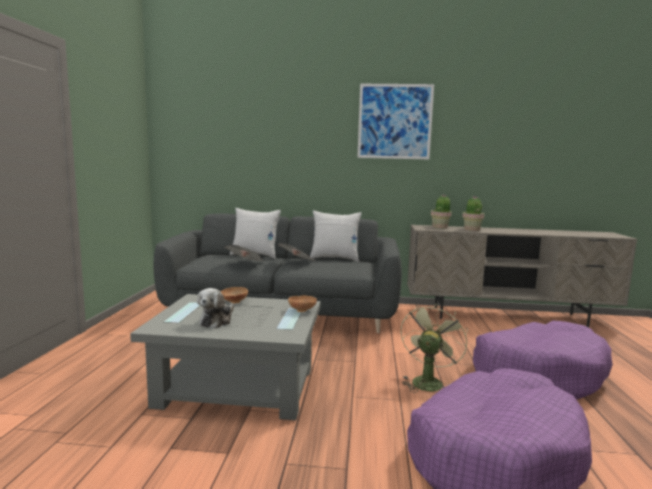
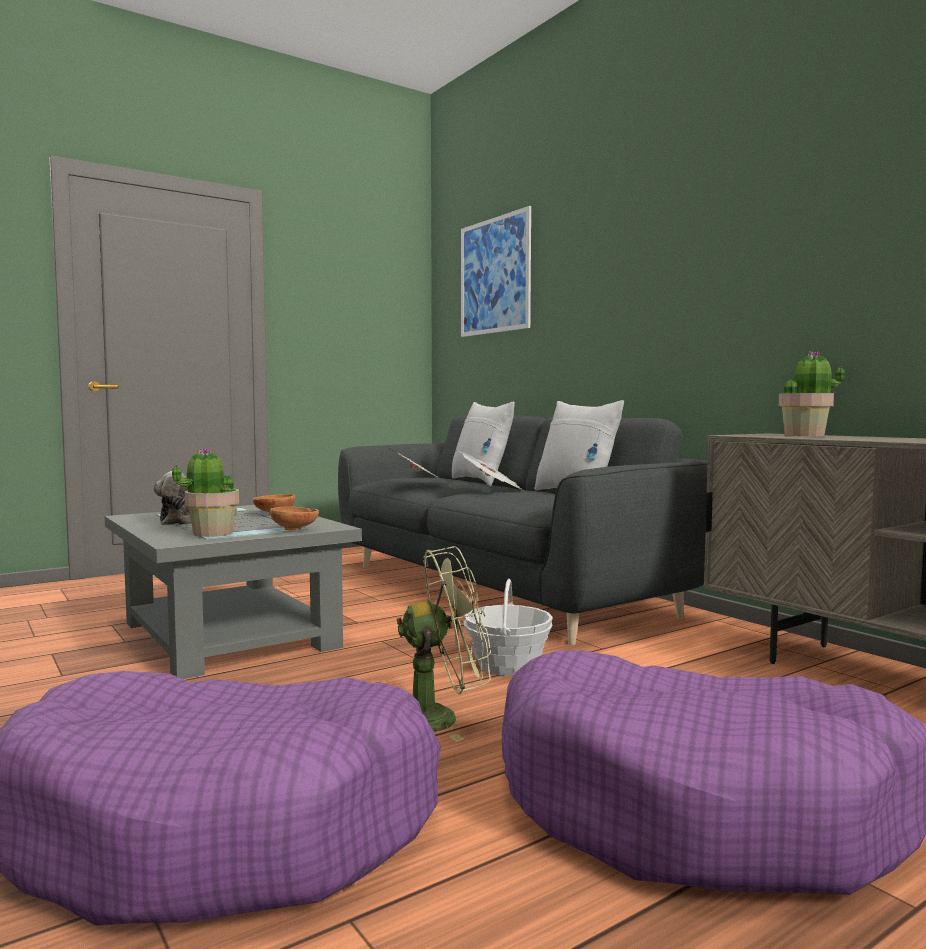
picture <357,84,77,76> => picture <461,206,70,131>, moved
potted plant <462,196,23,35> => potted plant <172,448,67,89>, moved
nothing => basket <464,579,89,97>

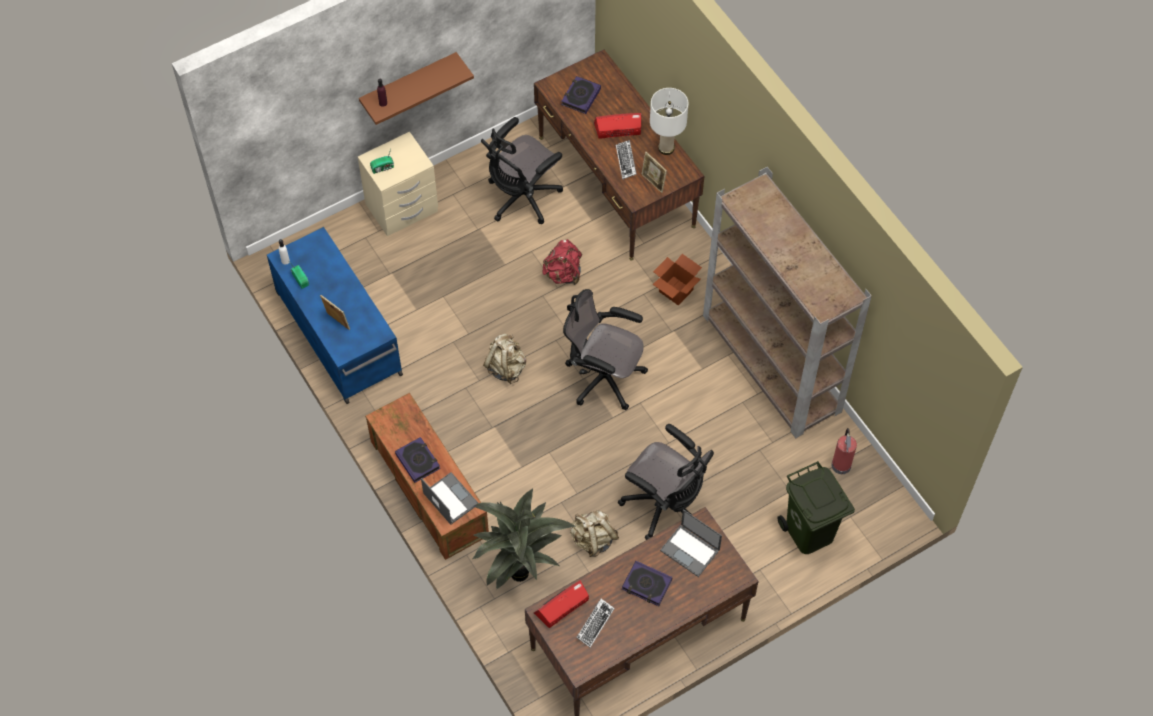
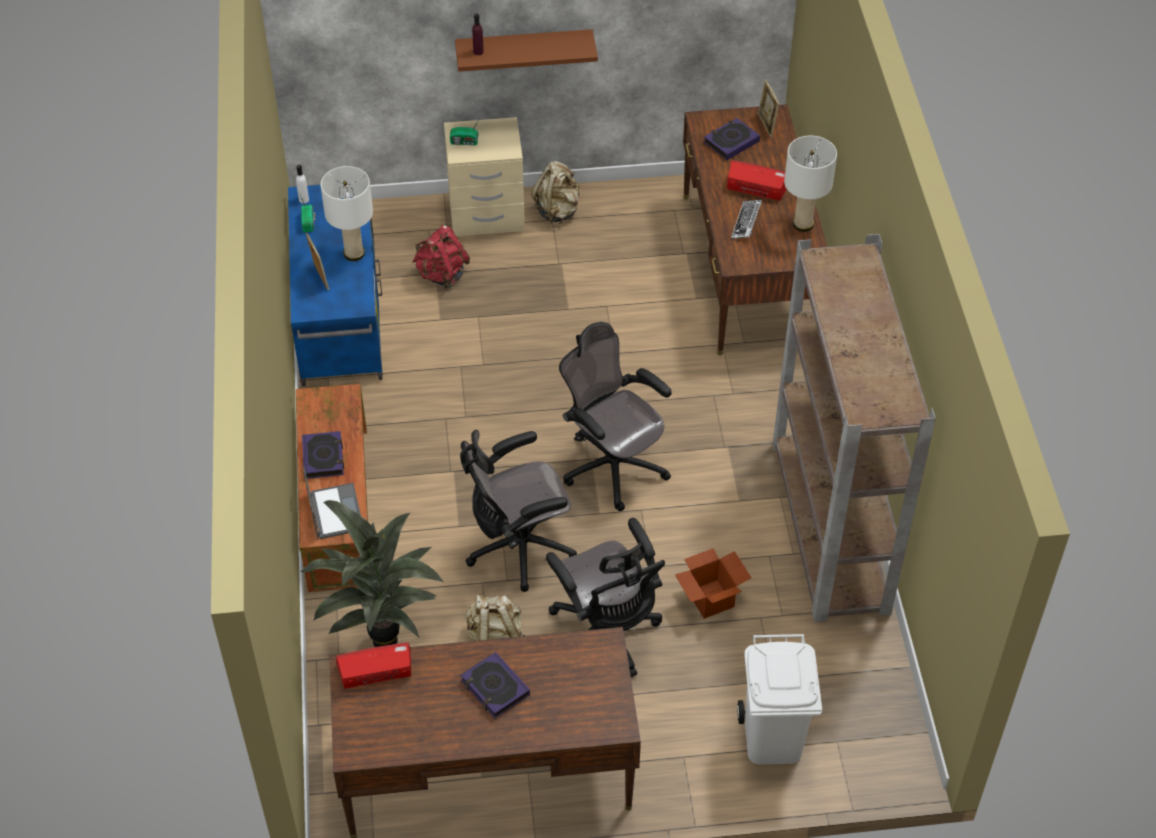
office chair <481,117,82,107> => office chair <460,430,117,162>, moved
picture frame <642,152,25,41> => picture frame <758,79,21,58>, moved
red backpack <542,239,40,46> => red backpack <412,225,58,64>, moved
cardboard box <653,254,49,51> => cardboard box <675,548,76,71>, moved
beige backpack <483,334,43,50> => beige backpack <531,161,48,63>, moved
fire extinguisher <831,428,26,46> => nothing
green trash can <777,461,78,93> => white trash can <737,634,85,130>
laptop <660,509,62,68> => nothing
keyboard <576,599,39,49> => nothing
nothing => white table lamp <321,166,52,95>

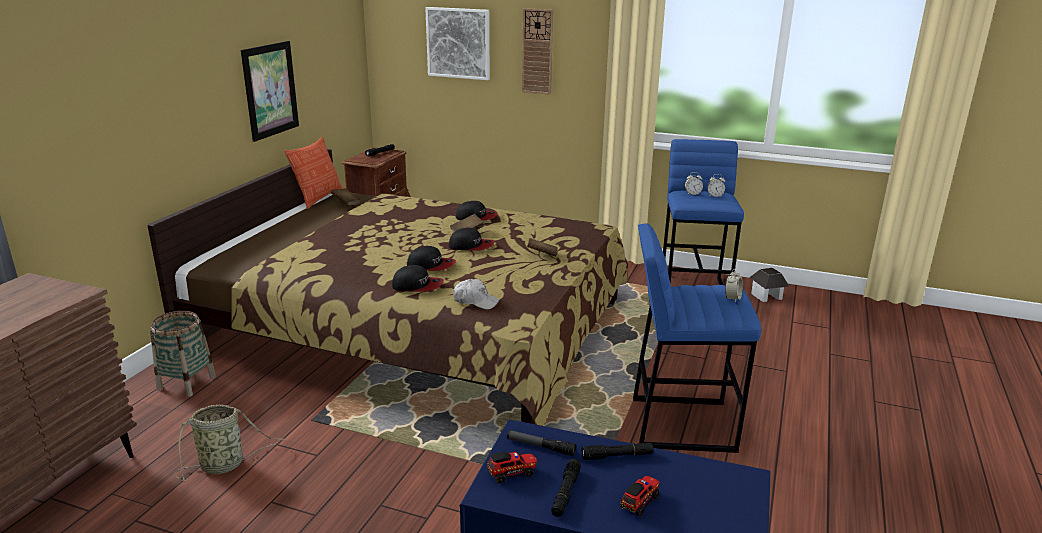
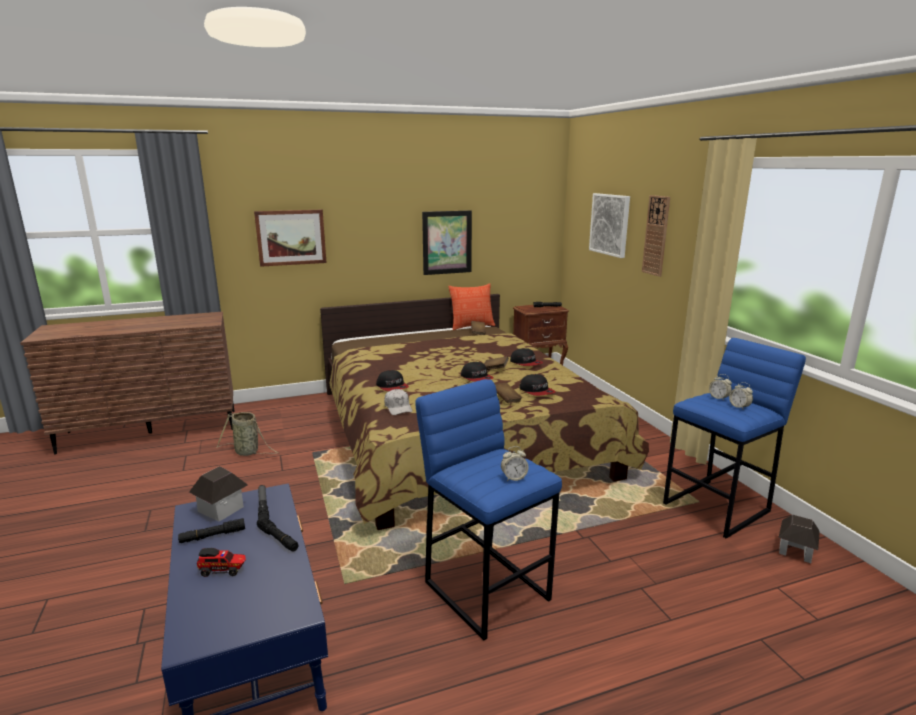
cap <407,246,49,25> => cap <520,374,36,22>, moved
basket <150,311,66,86> => nothing
toy truck <487,452,50,32> => toy house <189,466,59,55>
nothing => picture <254,210,73,57>

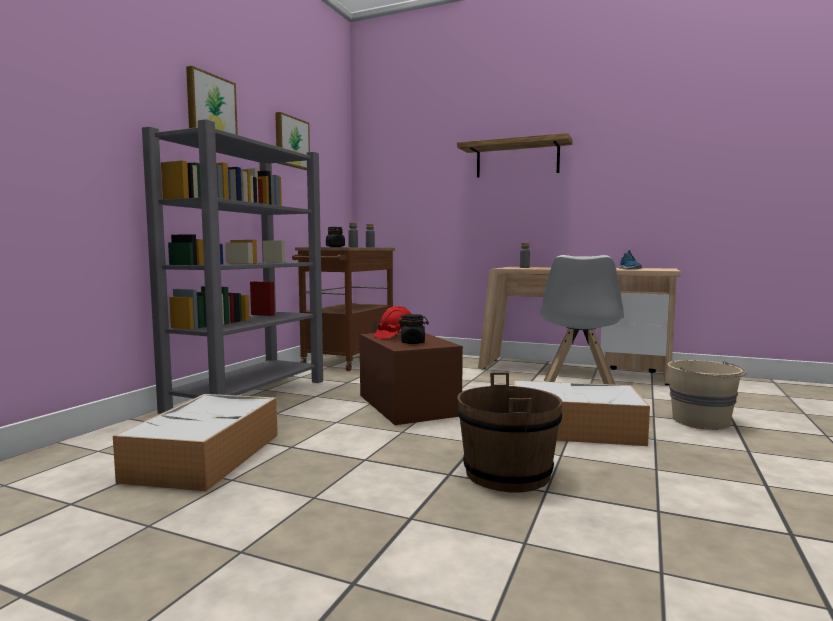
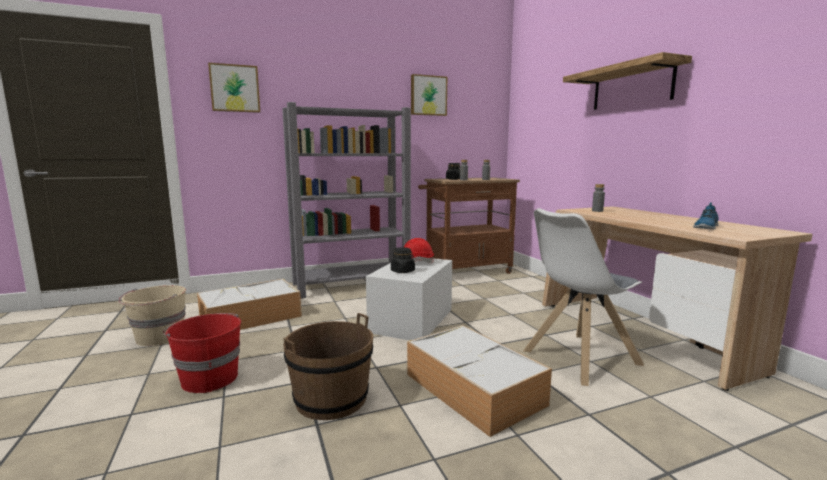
picture <186,66,52,69> => picture <208,63,52,50>, moved
brown storage box <360,333,103,92> => white storage box <366,258,86,82>
beige bucket <667,360,80,70> => beige bucket <119,285,67,61>, moved
nothing => red bucket <163,313,78,80>

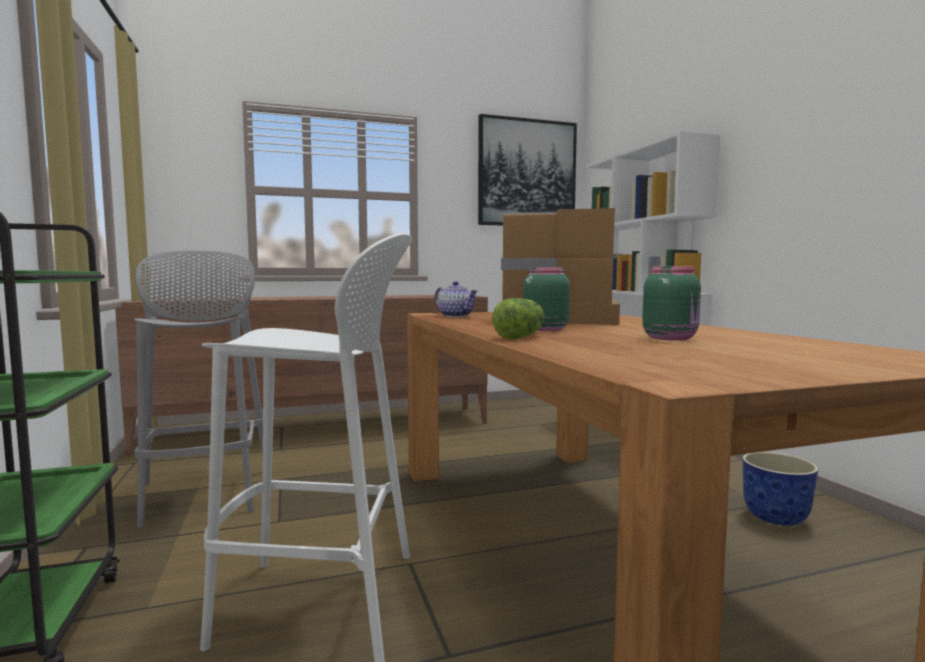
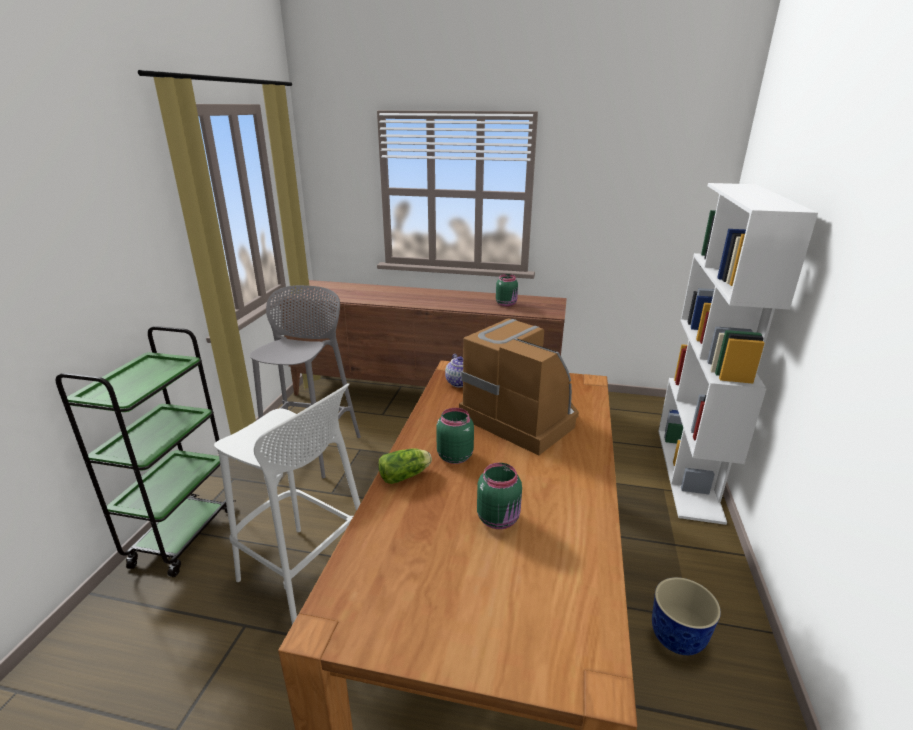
picture <478,114,99,112> => nothing
nothing => green jar <496,274,22,33>

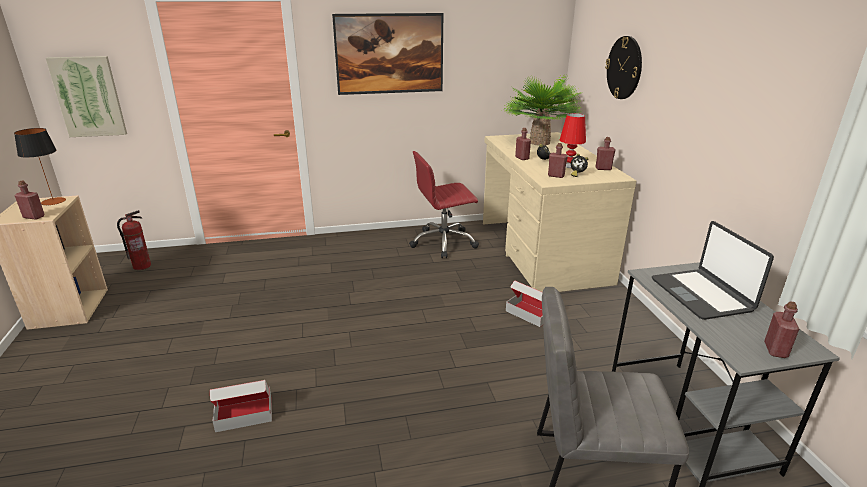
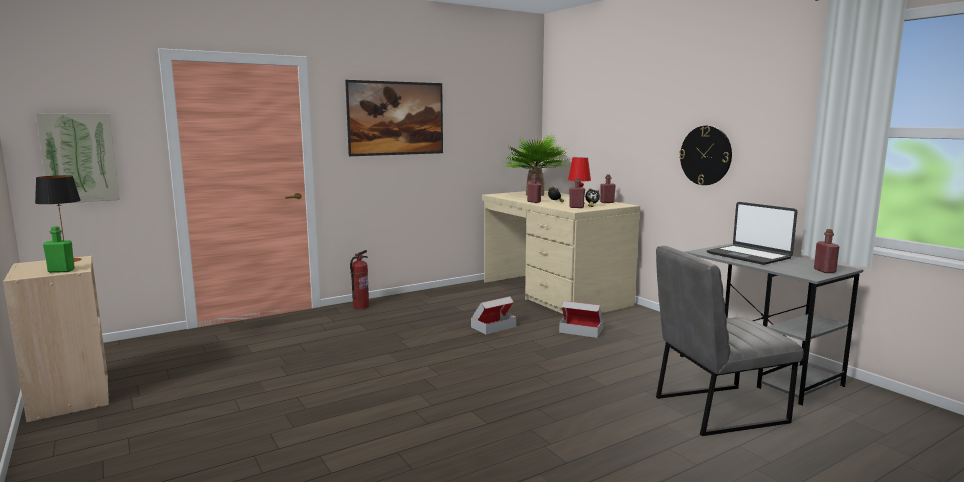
wall clock <605,36,37,63> => wall clock <679,126,53,59>, moved
red office chair <409,151,70,107> => nothing
red bottle <15,181,30,39> => green bottle <43,226,32,47>
fire extinguisher <117,210,34,60> => fire extinguisher <350,250,19,59>, moved
cardboard box <210,380,62,52> => cardboard box <471,296,45,39>, moved

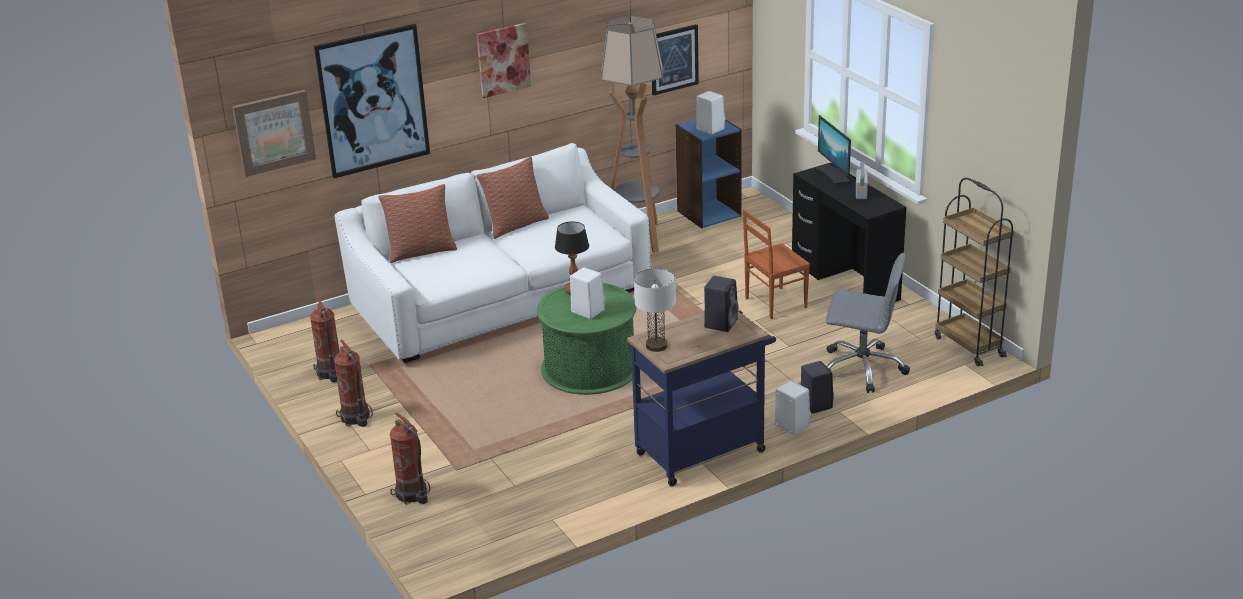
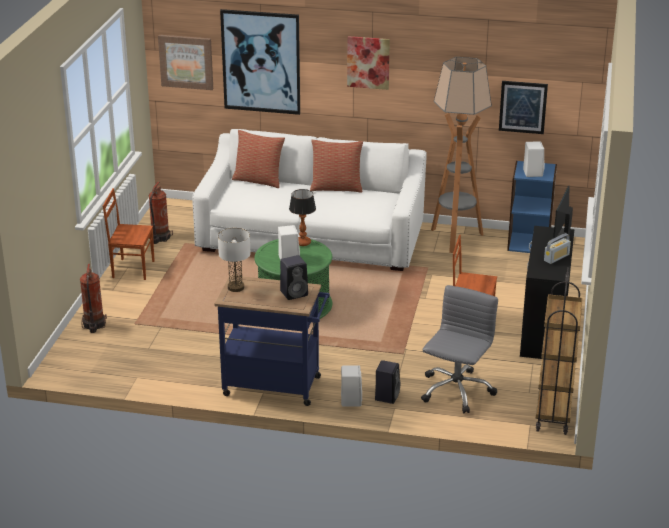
grey office chair <826,253,84,140> => grey office chair <421,285,77,128>, 120 degrees counterclockwise
fire extinguisher <334,340,39,87> => brown chair <103,188,52,92>

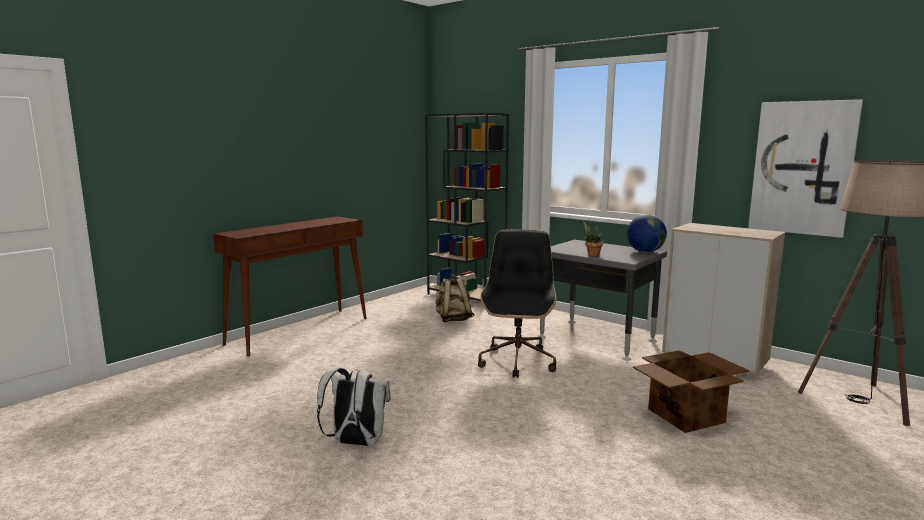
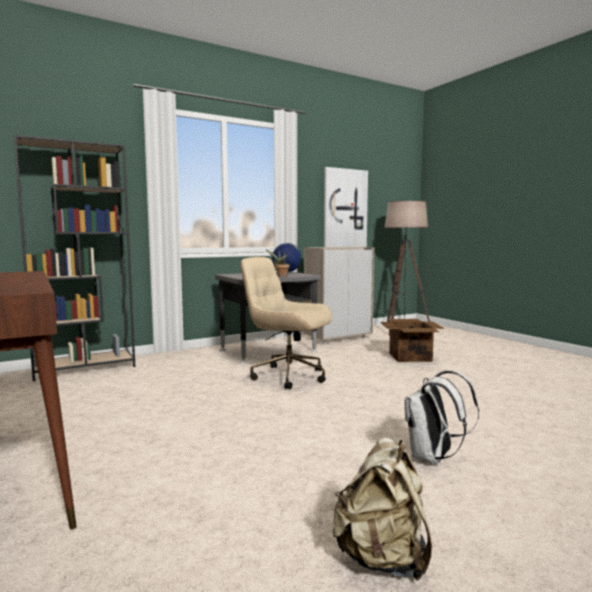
black office chair <478,229,79,149> => beige office chair <240,257,92,132>
beige backpack <435,274,40,48> => beige backpack <333,437,99,144>, moved

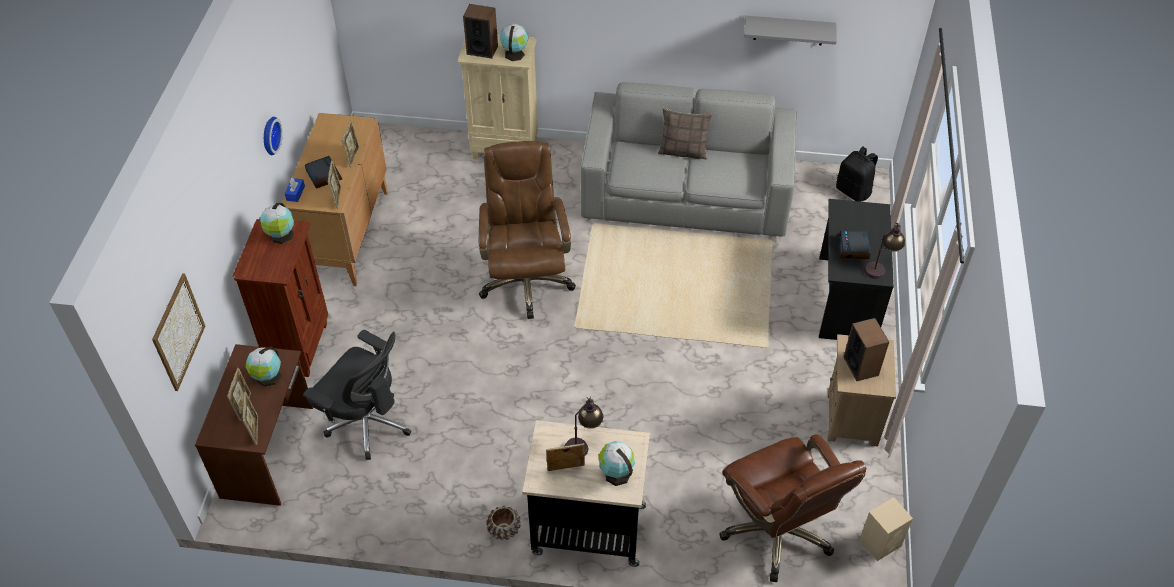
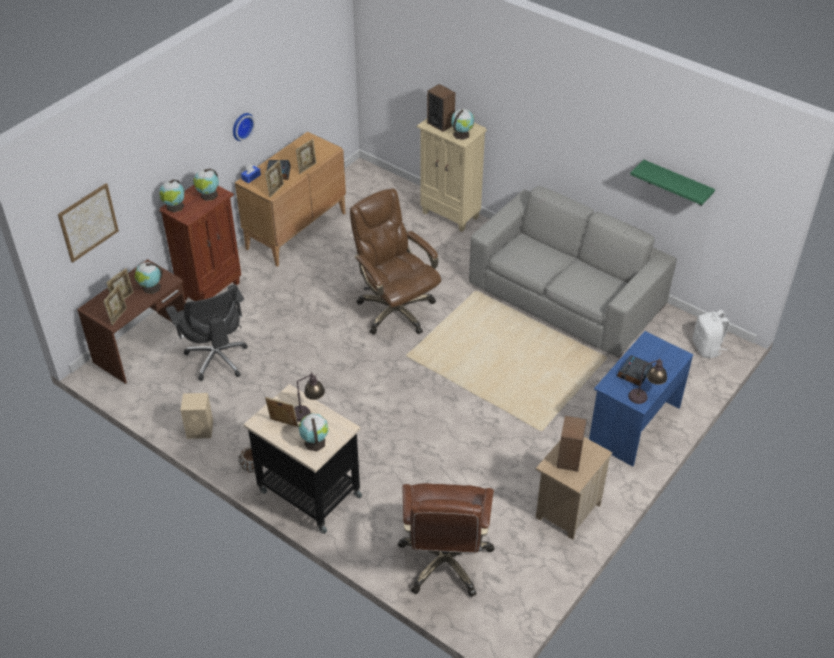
grey shelf <744,16,93,29> => green shelf <630,160,85,46>
pillow <658,108,54,52> => nothing
brown office chair <479,141,97,178> => brown office chair <350,188,91,147>, 60 degrees counterclockwise
black backpack <836,146,42,56> => white backpack <692,310,38,48>
black desk <819,199,75,141> => blue desk <589,331,104,136>
beige speaker <859,497,54,64> => beige speaker <180,393,33,46>, moved
nothing => globe <159,179,26,33>

